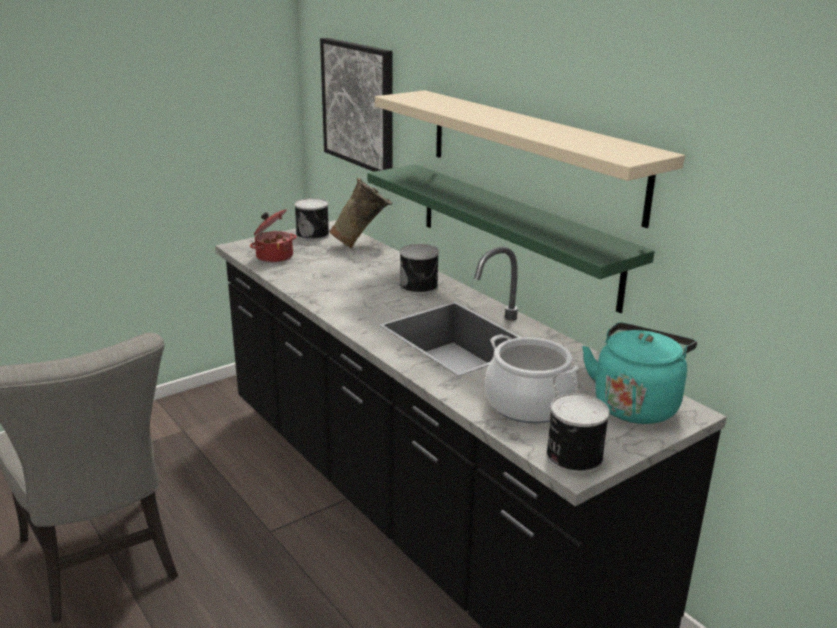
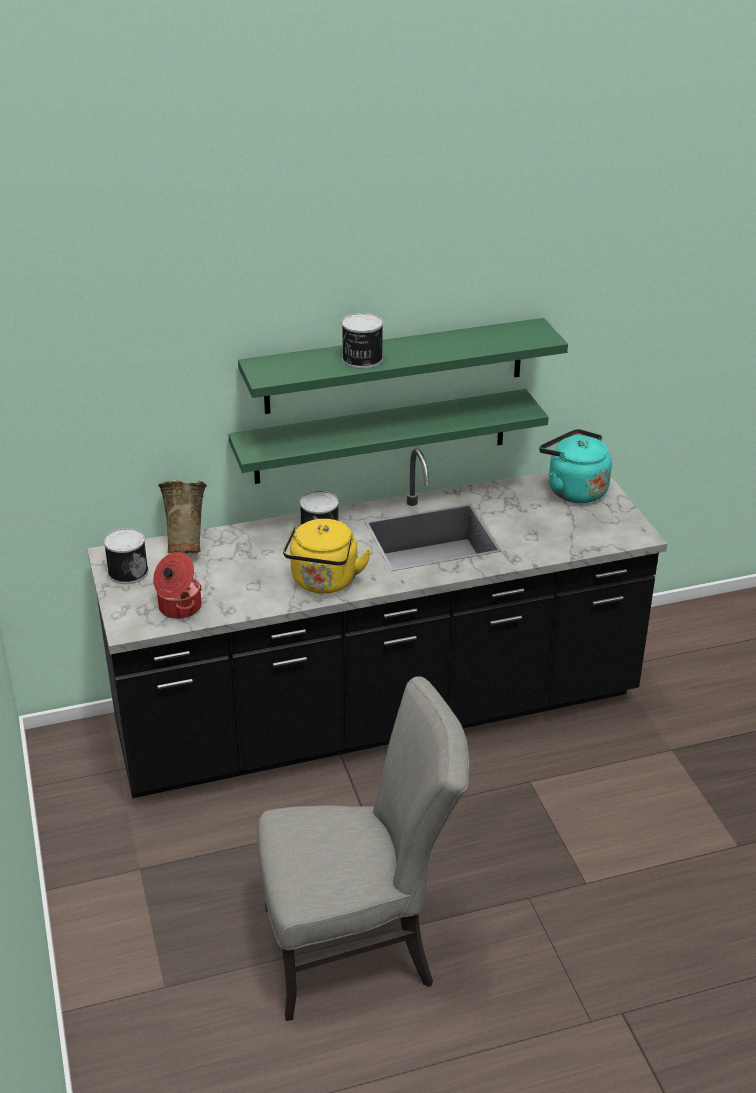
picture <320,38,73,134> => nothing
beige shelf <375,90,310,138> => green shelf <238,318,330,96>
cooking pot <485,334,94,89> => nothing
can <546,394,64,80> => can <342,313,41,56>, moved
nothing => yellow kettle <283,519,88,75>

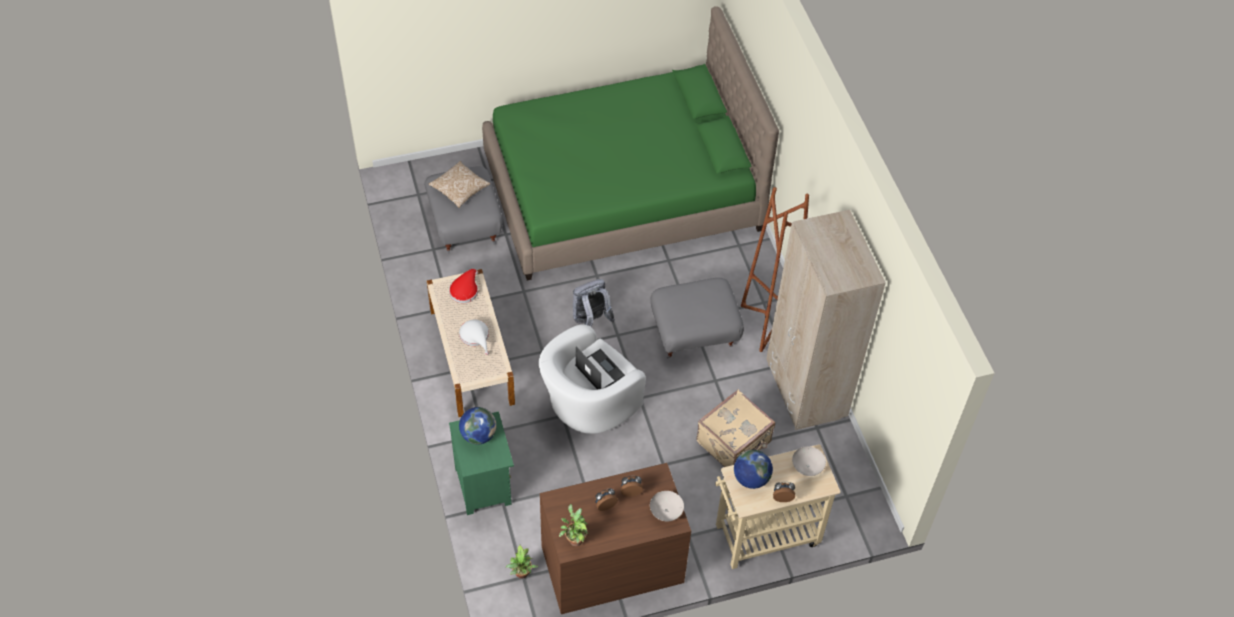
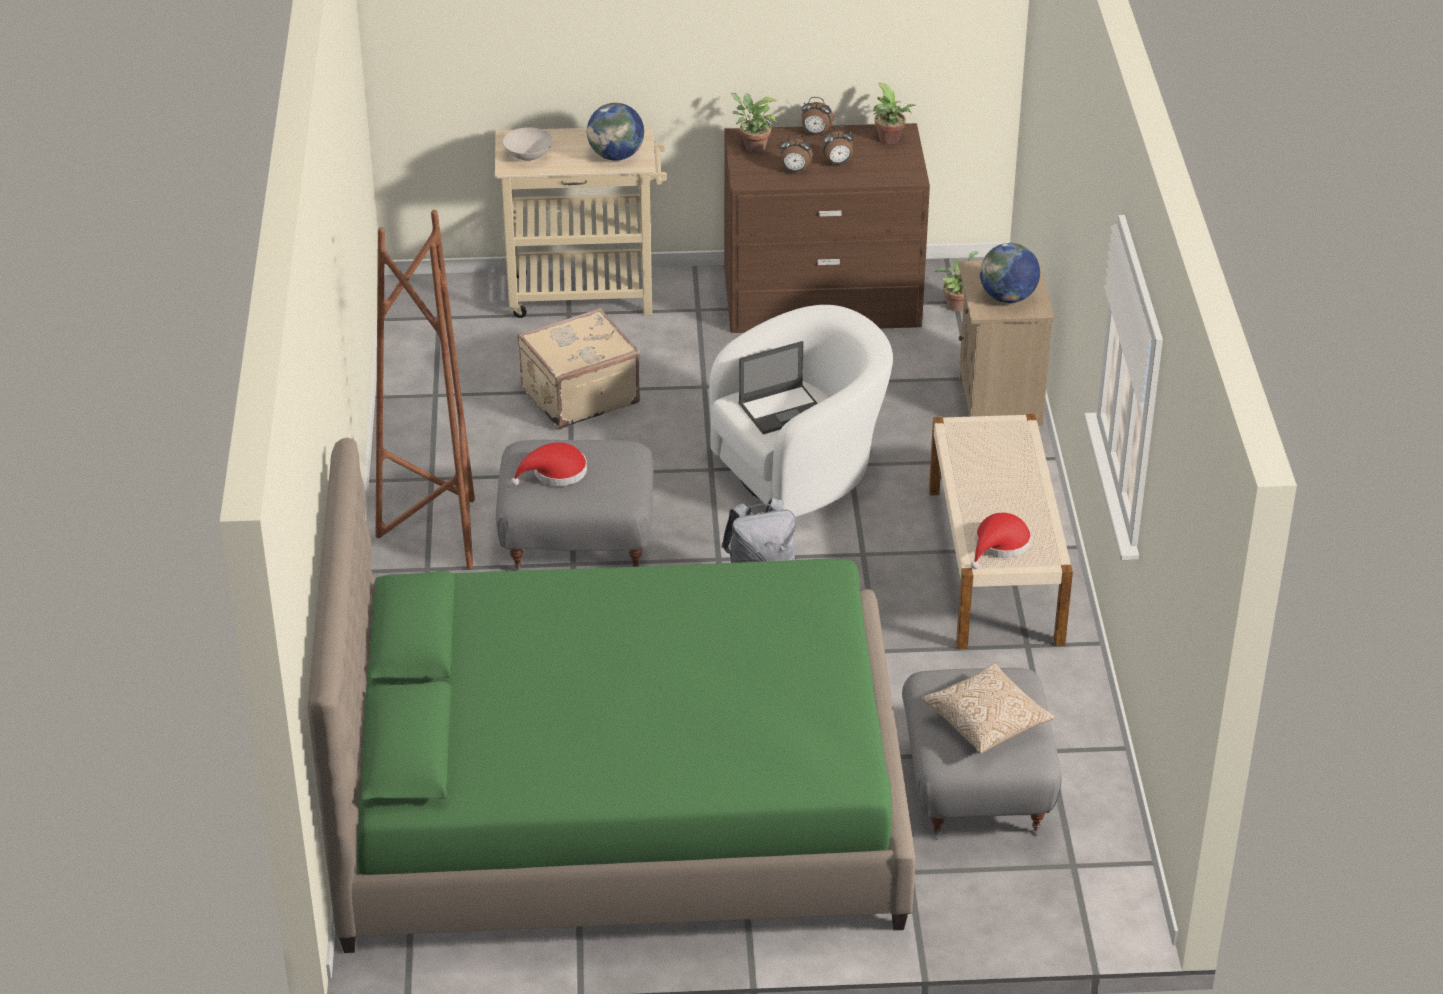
beige wardrobe <766,210,120,220> => nothing
white hat <459,319,30,36> => nothing
laptop <575,346,50,44> => laptop <738,341,80,93>, 90 degrees counterclockwise
green nightstand <449,411,65,104> => beige nightstand <958,259,96,166>
alarm clock <773,482,22,20> => alarm clock <802,97,32,39>, moved
white bowl <650,491,34,31> => potted plant <731,93,46,60>
nothing => red hat <511,442,76,44>

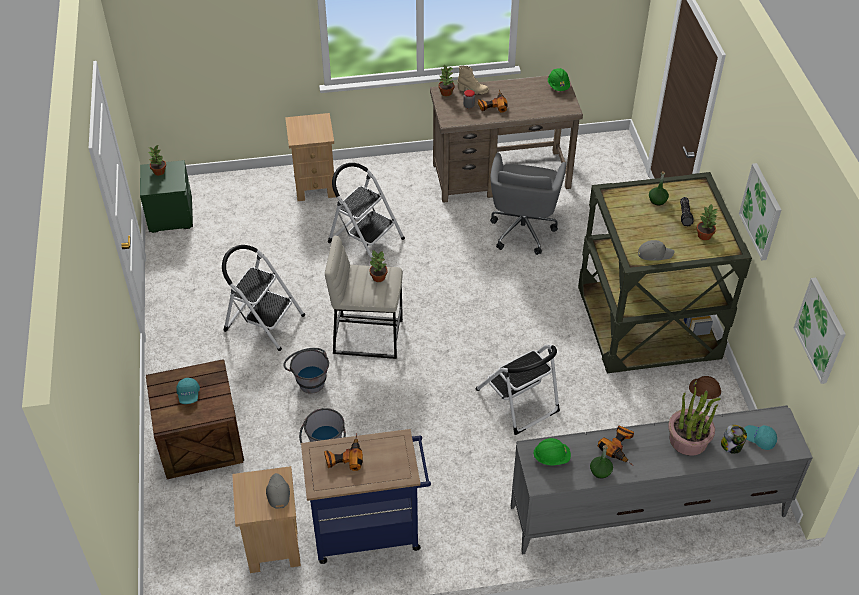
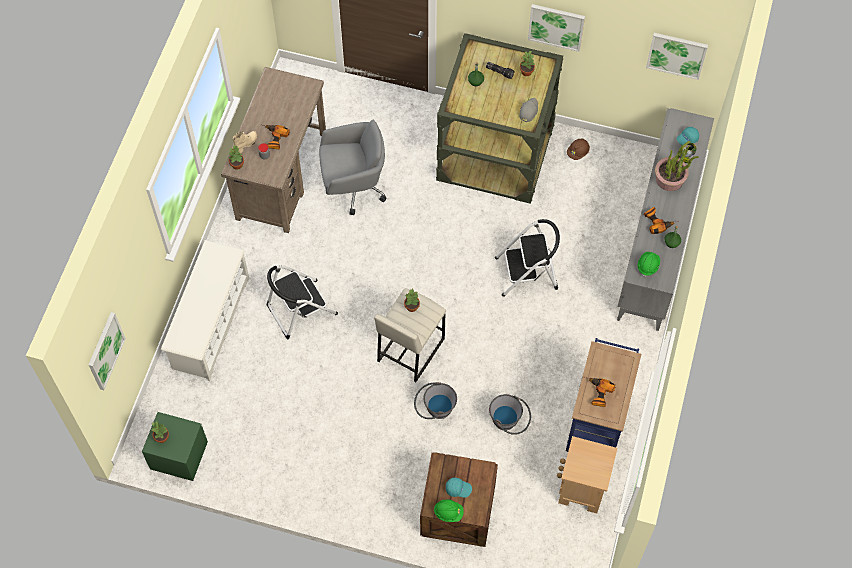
green hard hat <548,68,22,23> => green hard hat <434,499,30,23>, moved
beige nightstand <285,113,51,88> => white shoe rack <161,240,88,141>
grey office chair <490,152,76,103> => grey office chair <319,120,68,95>, 45 degrees counterclockwise
step ladder <222,245,83,106> => nothing
grey cap <266,473,24,36> => nothing
nothing => picture <89,312,37,78>

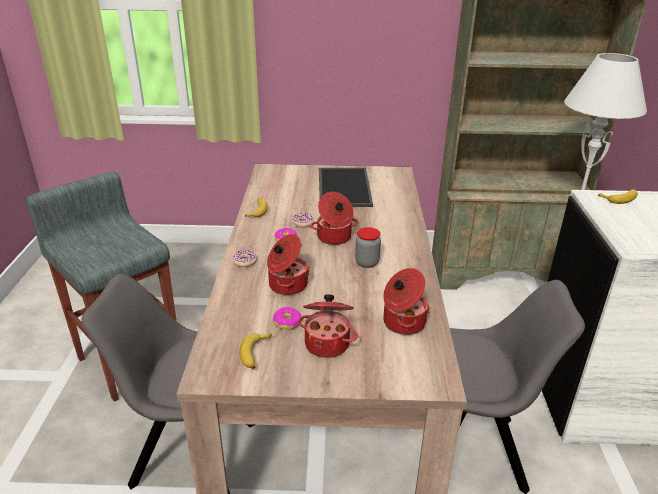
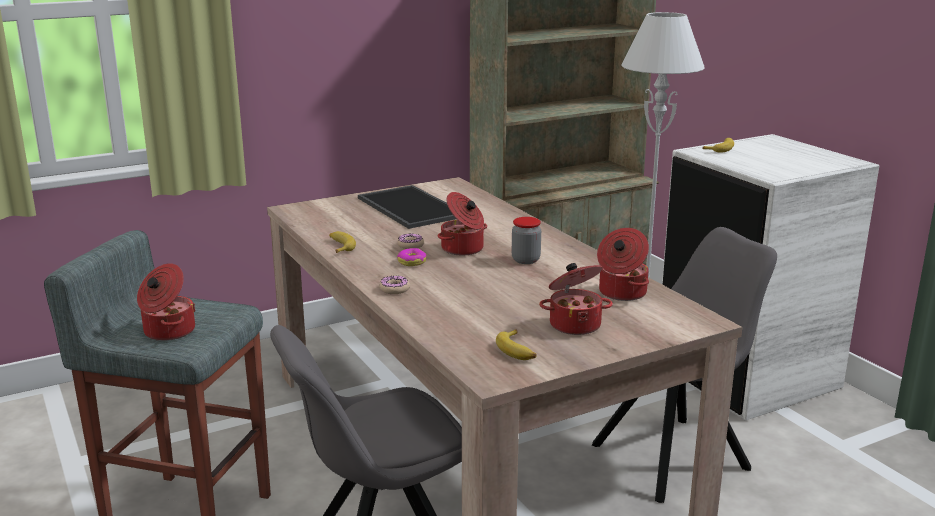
cooking pot <267,234,42,61> => cooking pot <137,263,58,78>, moved
donut <273,307,29,23> => nothing

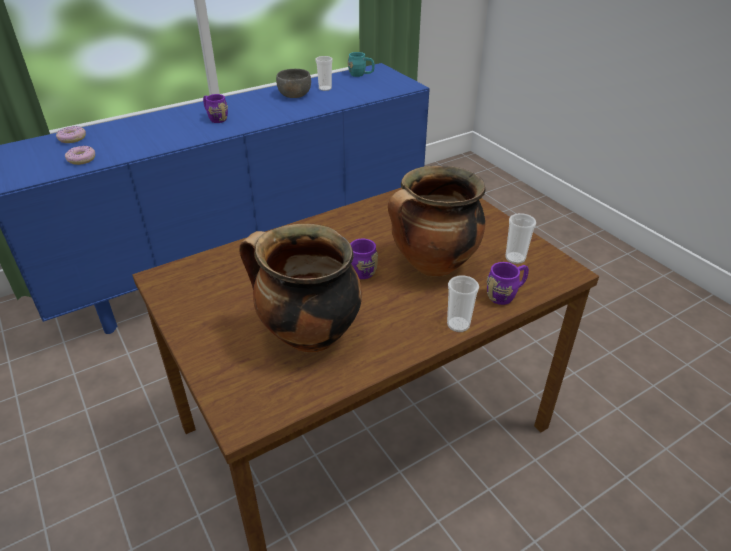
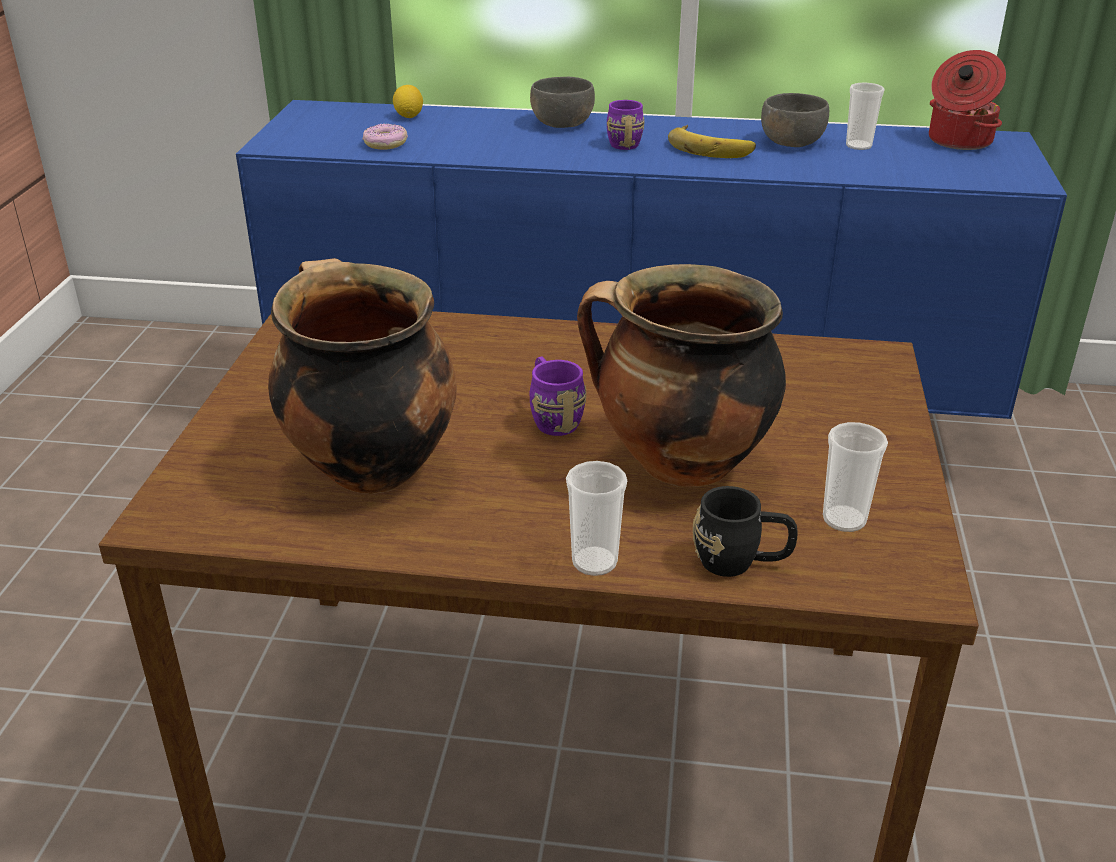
turquoise mug <348,52,27,25> => cooking pot <929,50,77,100>
donut <56,126,30,17> => lemon <393,85,30,33>
purple mug <487,262,42,43> => black mug <693,486,105,91>
nothing => grey bowl <530,77,65,51>
nothing => banana <668,125,88,33>

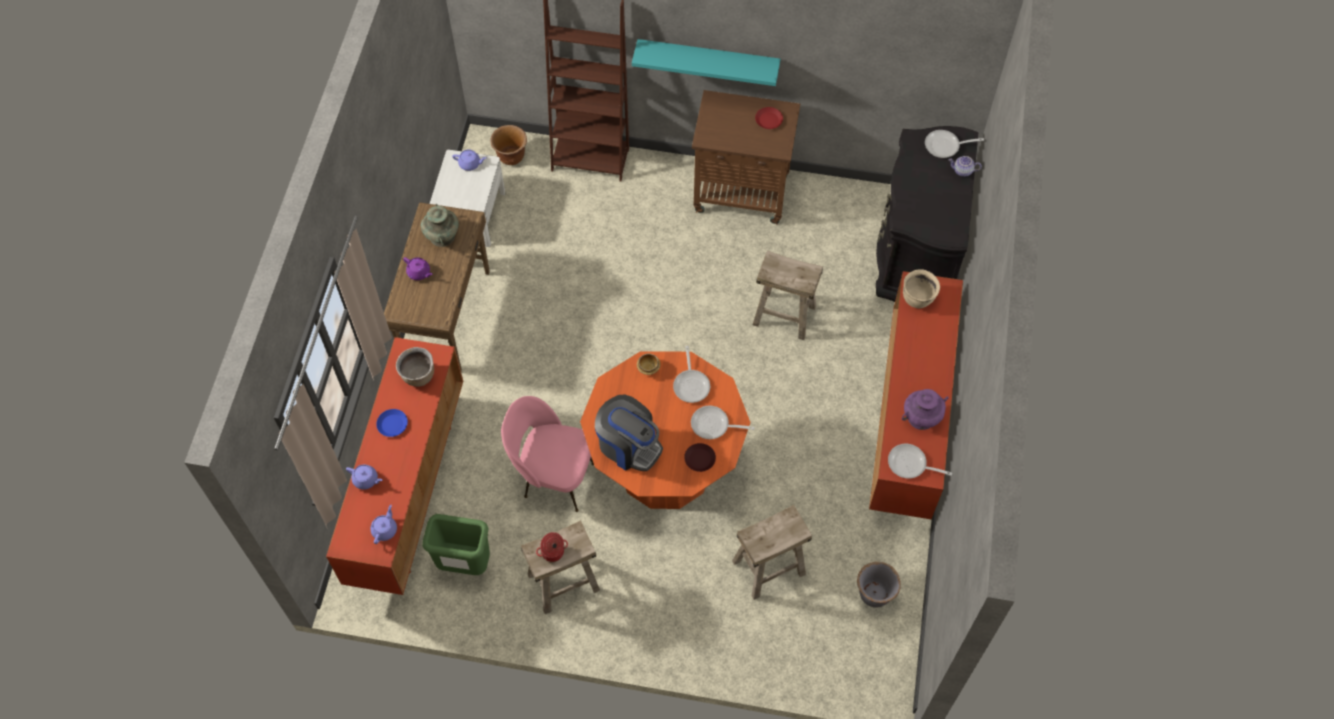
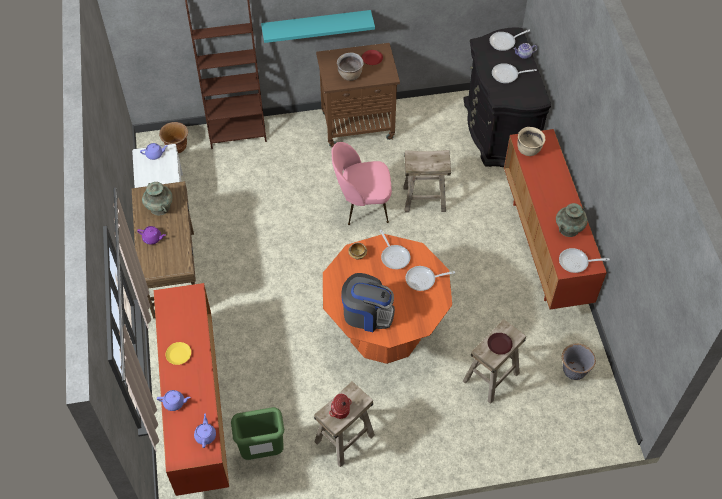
brown cooking pot <396,347,38,40> => brown cooking pot <337,52,27,29>, moved
purple vase <902,389,47,41> => turquoise vase <556,203,32,34>
pink chair <501,396,93,116> => pink chair <332,142,60,83>, moved
blue plate <376,409,32,28> => yellow plate <166,342,25,23>
brown plate <684,443,32,29> => brown plate <488,333,25,22>, moved
nothing => frying pan <492,63,45,20>

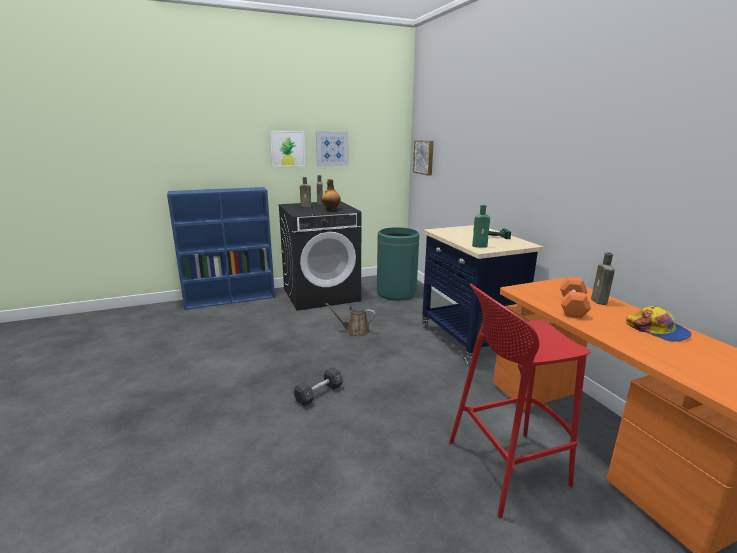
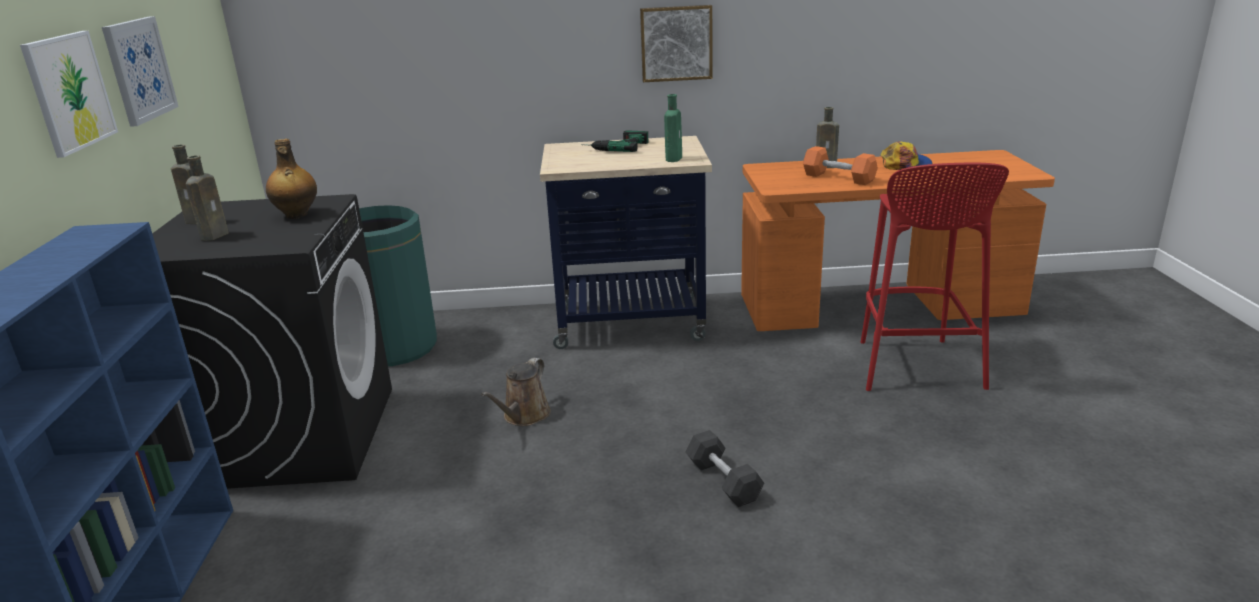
picture <413,140,21,36> => picture <640,5,72,77>, moved

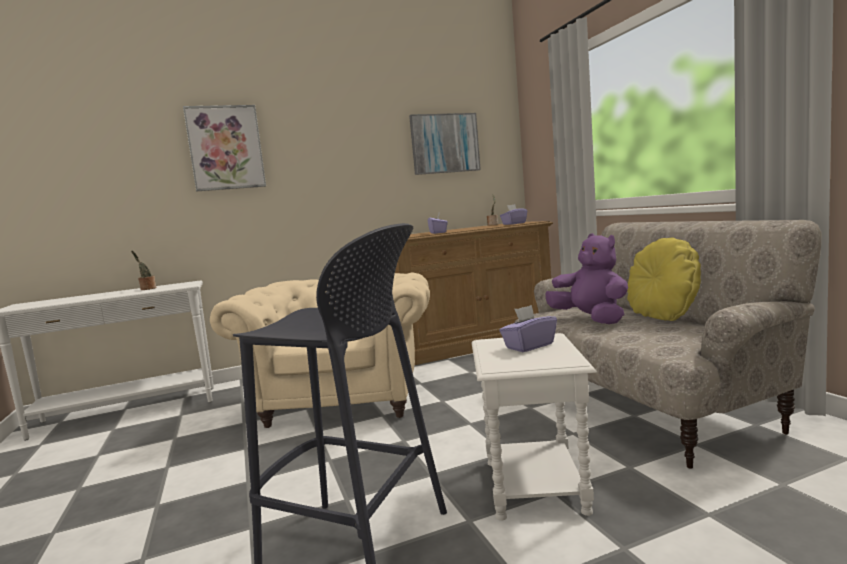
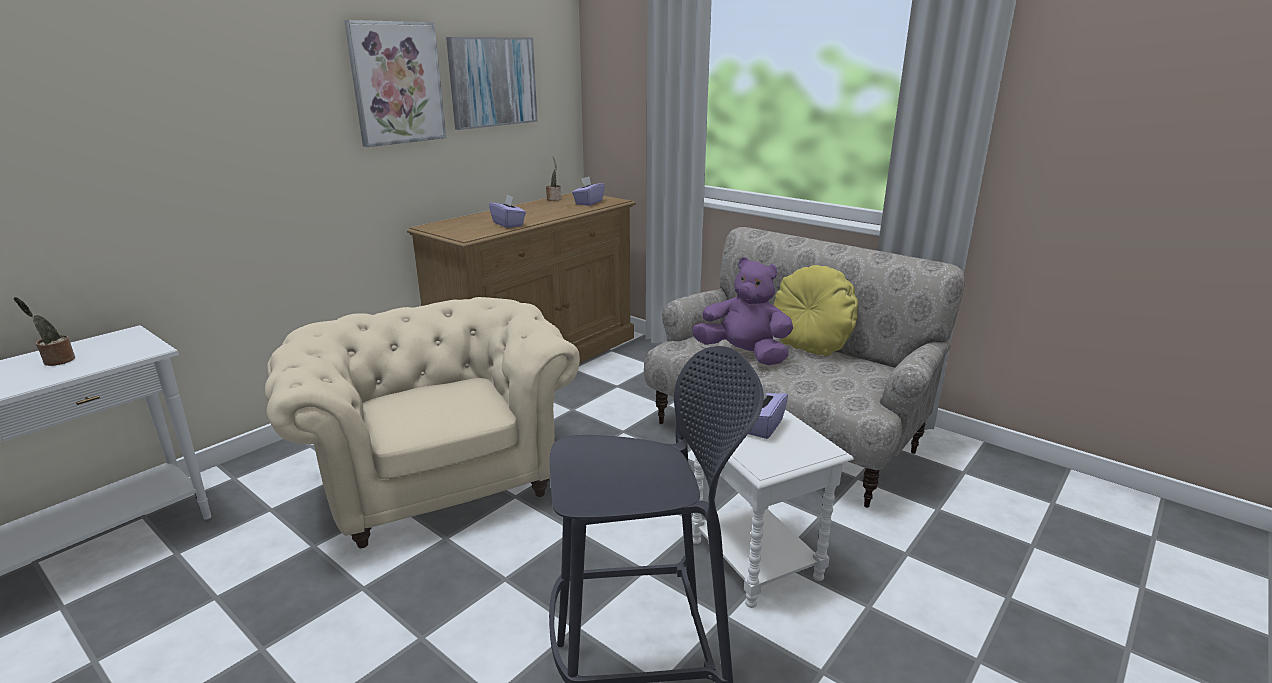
picture <183,105,83,86> => picture <344,20,102,127>, moved

